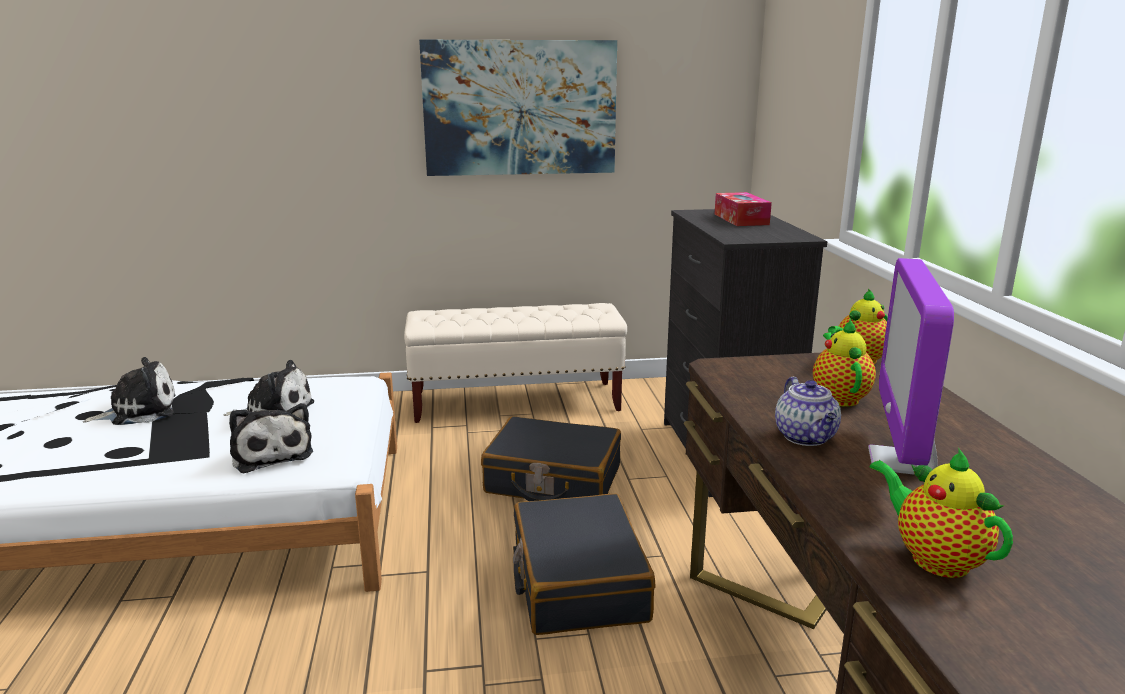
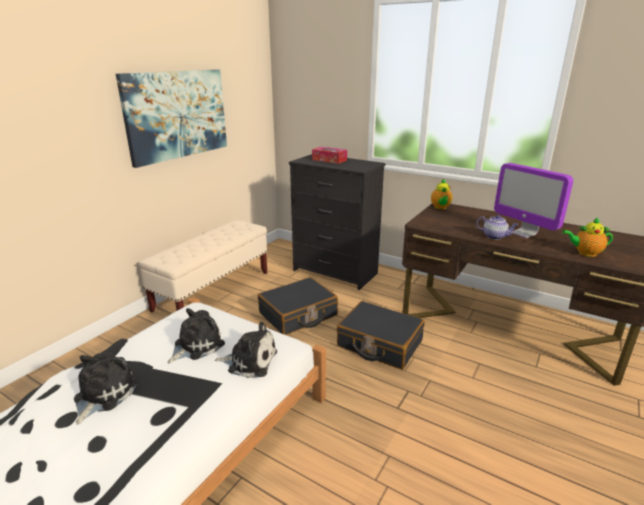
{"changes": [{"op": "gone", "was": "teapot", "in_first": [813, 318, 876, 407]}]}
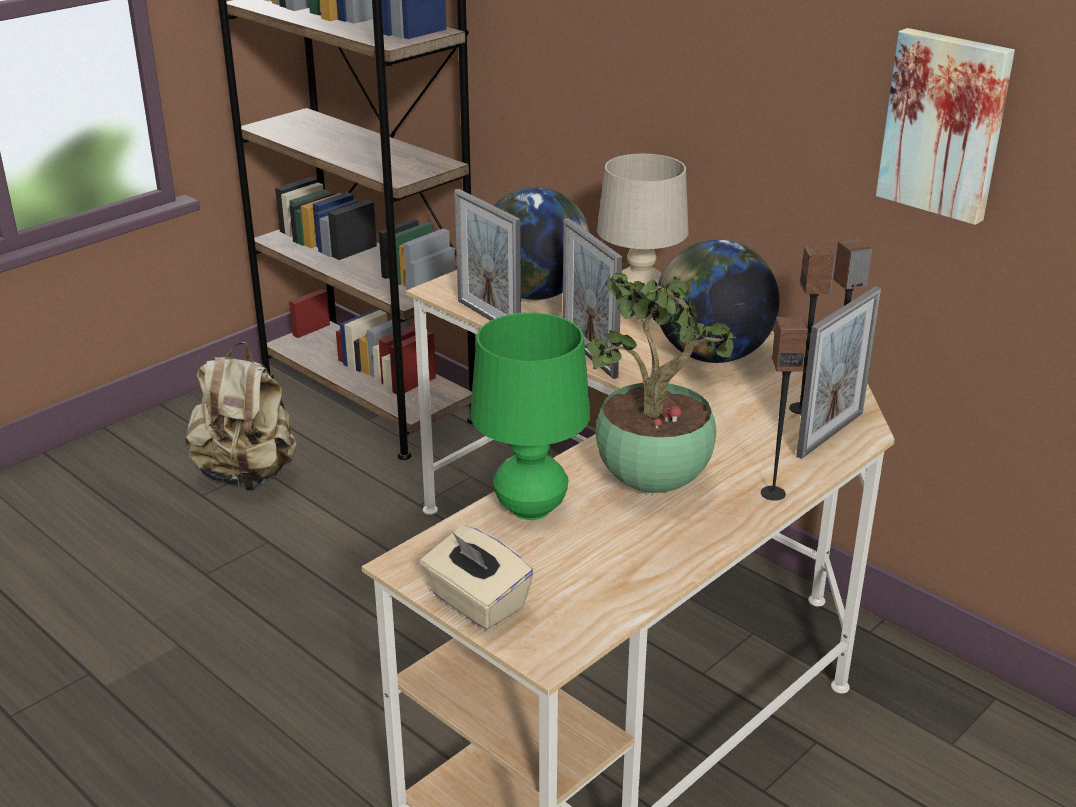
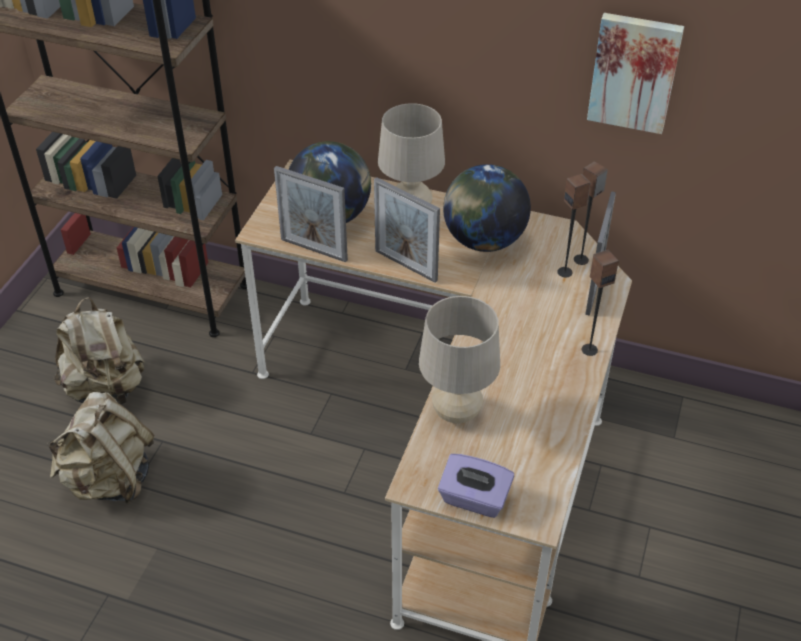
{"changes": [{"op": "gone", "was": "plant in a pot", "in_first": [585, 273, 736, 493]}, {"op": "new", "now": "rucksack (sand-coloured)", "in_second": [46, 392, 154, 505]}, {"op": "repainted", "was": "tissue box (sand-coloured)", "now": "tissue box (purple)", "in_first": [420, 525, 534, 630], "in_second": [438, 454, 514, 518]}, {"op": "repainted", "was": "tabletop lamp (green-coloured)", "now": "tabletop lamp (sand-coloured)", "in_first": [470, 313, 590, 520], "in_second": [419, 296, 500, 424]}]}
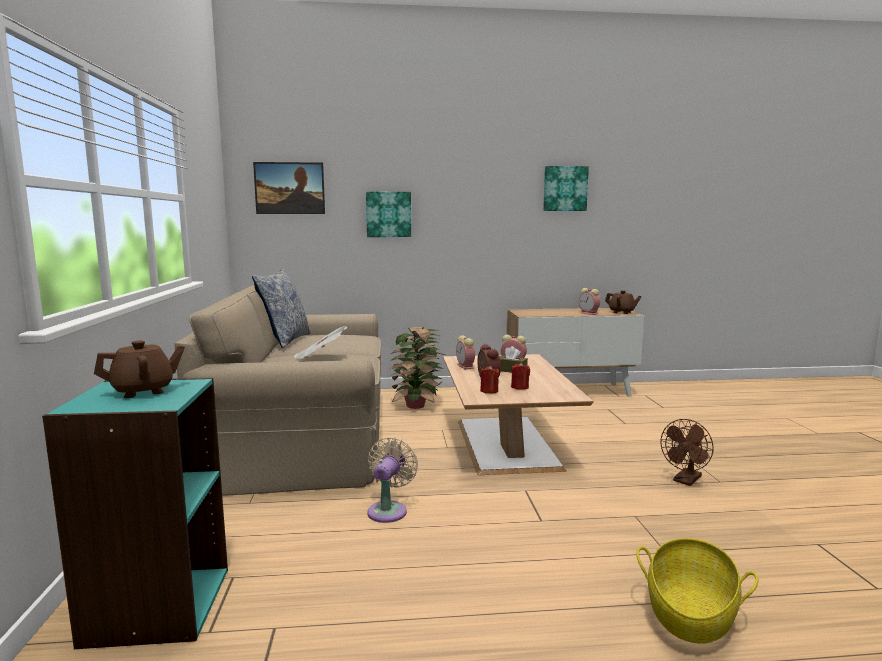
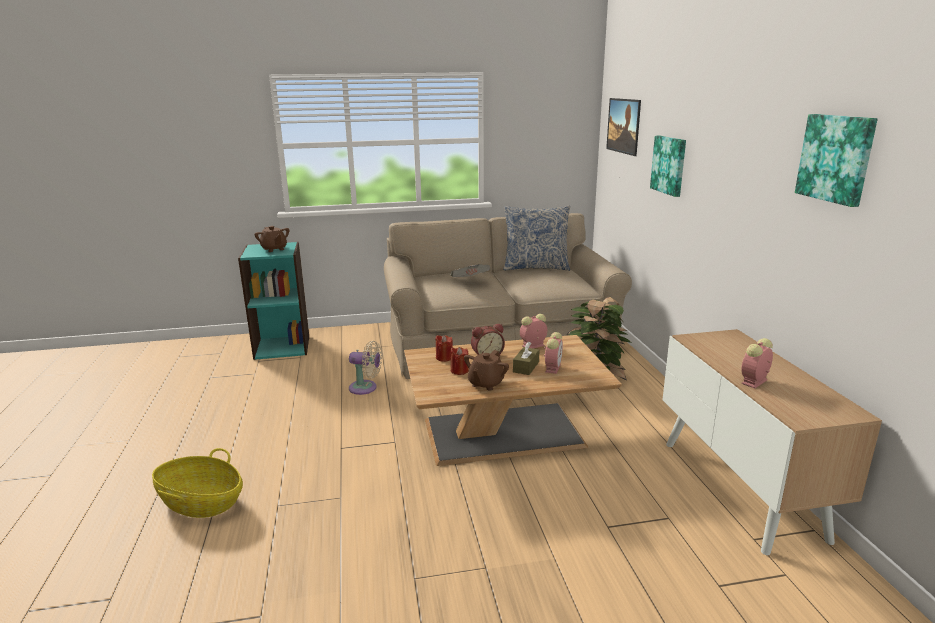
{"changes": [{"op": "gone", "was": "electric fan (brown)", "in_first": [661, 419, 714, 486]}, {"op": "shifted", "was": "teapot (brown)", "in_first": [605, 290, 642, 314], "in_second": [464, 350, 509, 391]}]}
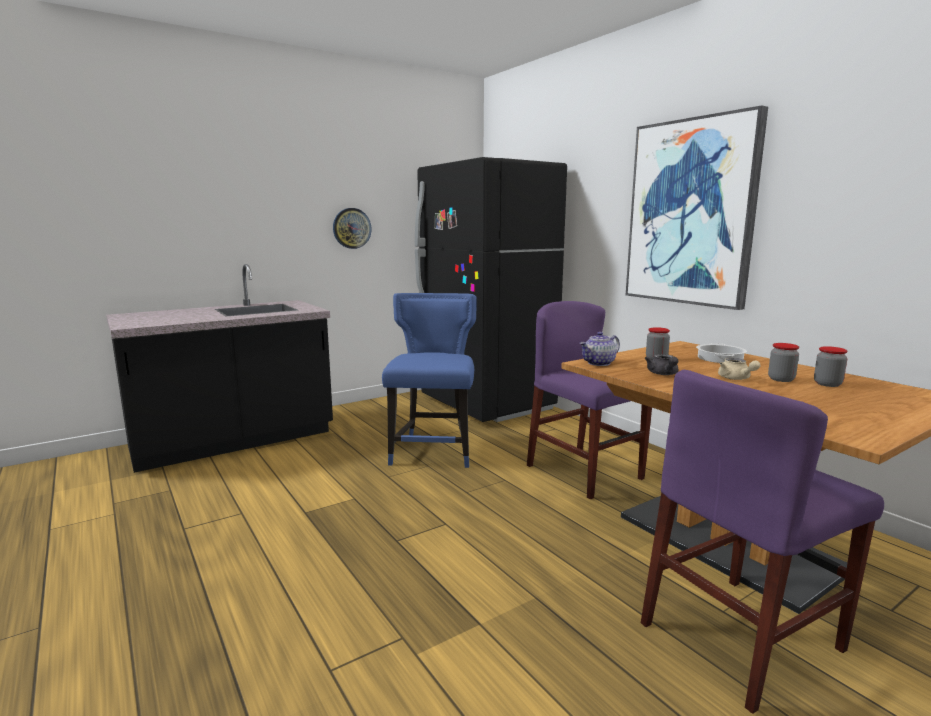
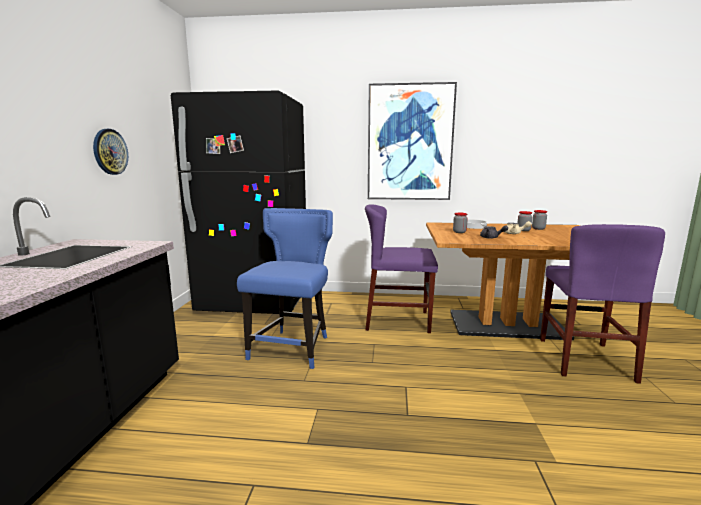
{"changes": [{"op": "gone", "was": "teapot", "in_first": [579, 332, 620, 366]}, {"op": "rotated", "was": "plain chair (blue-coloured)", "in_first": [382, 293, 477, 468], "in_second": [237, 208, 333, 369], "clockwise": 60}]}
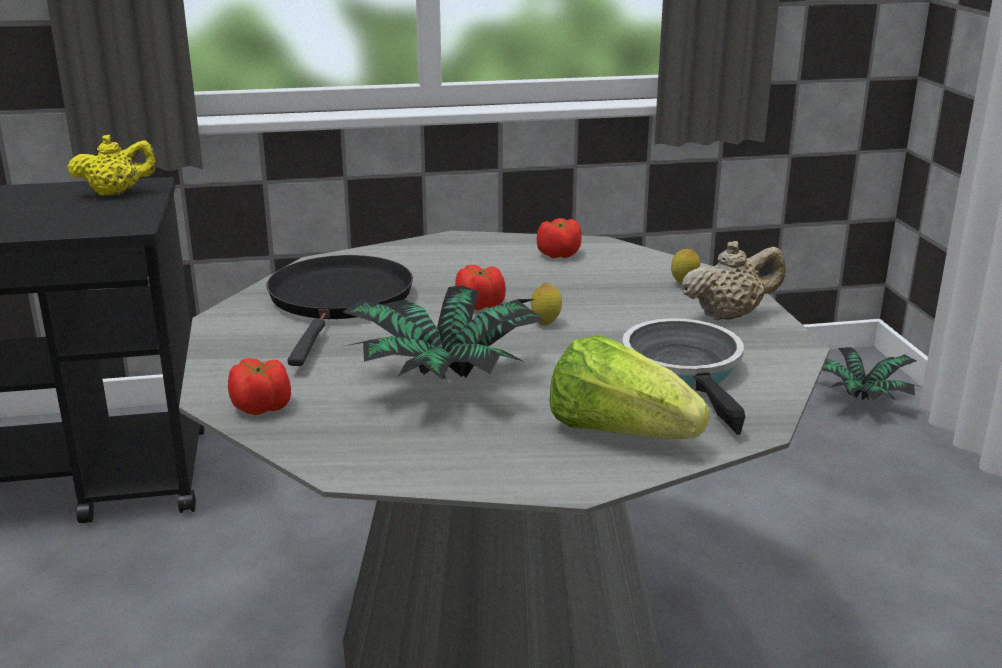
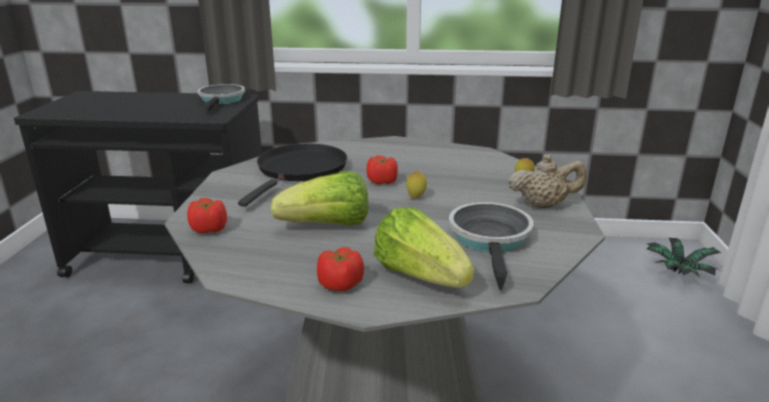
{"changes": [{"op": "shifted", "was": "whole tomato", "in_first": [537, 218, 581, 258], "in_second": [317, 247, 364, 291]}, {"op": "swapped", "was": "teapot (yellowish)", "now": "frying pan", "in_first": [68, 135, 157, 196], "in_second": [198, 84, 245, 113]}, {"op": "swapped", "was": "plant in a pot", "now": "head of lettuce", "in_first": [341, 286, 546, 380], "in_second": [271, 171, 369, 226]}]}
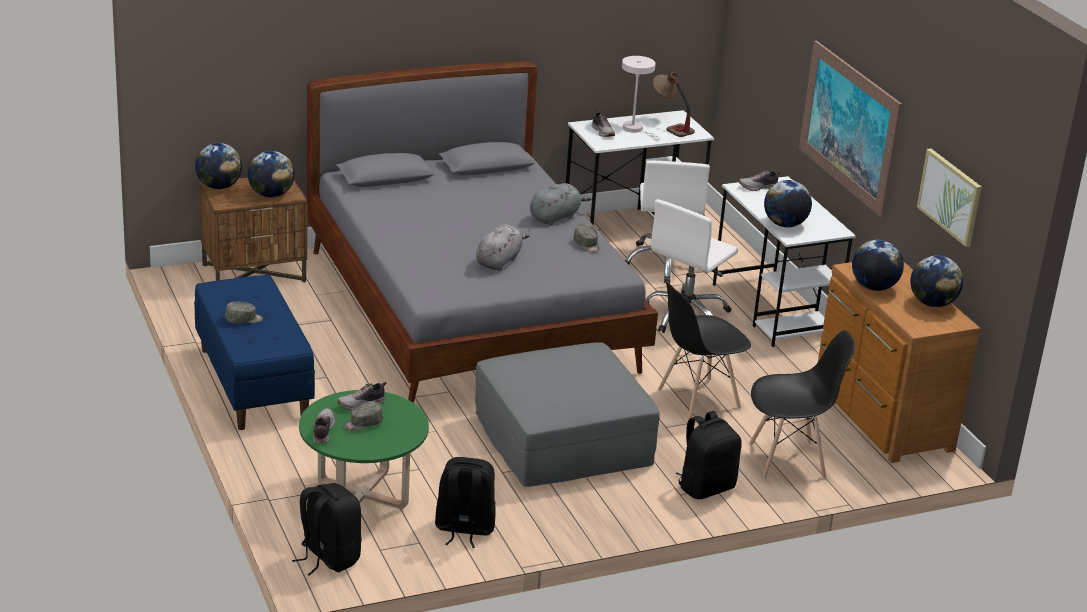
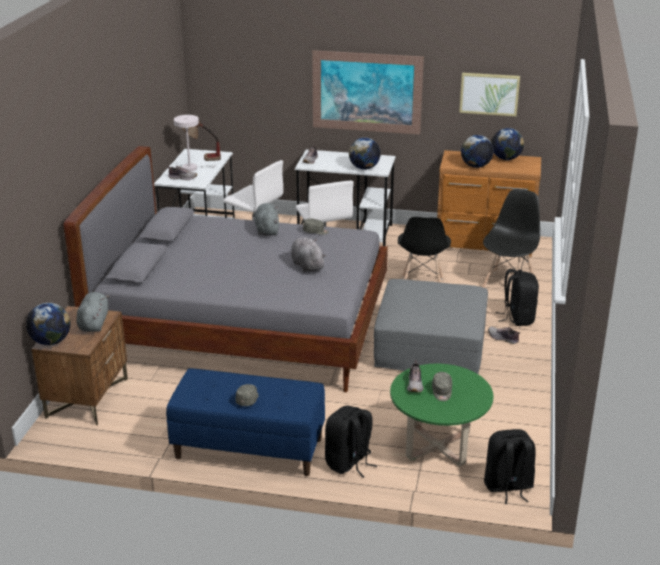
{"changes": [{"op": "shifted", "was": "item of footwear", "in_first": [313, 408, 335, 443], "in_second": [488, 327, 521, 344]}, {"op": "shifted", "was": "rucksack (black)", "in_first": [435, 457, 496, 548], "in_second": [325, 406, 377, 478]}, {"op": "swapped", "was": "globe", "now": "cuddly toy (grey)", "in_first": [248, 151, 295, 197], "in_second": [77, 292, 109, 332]}]}
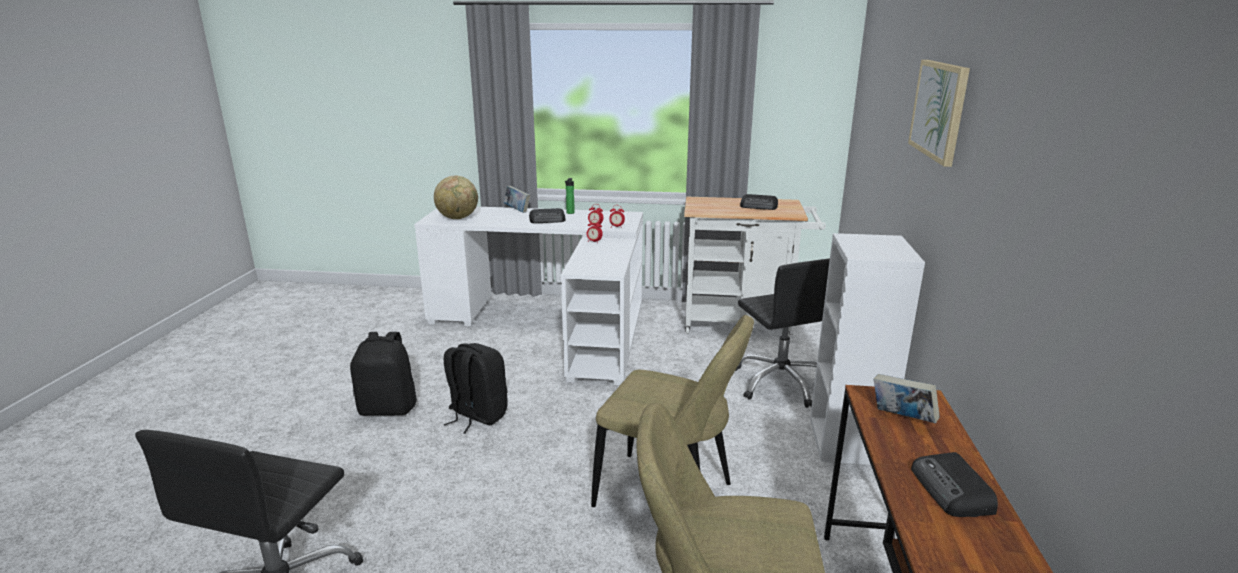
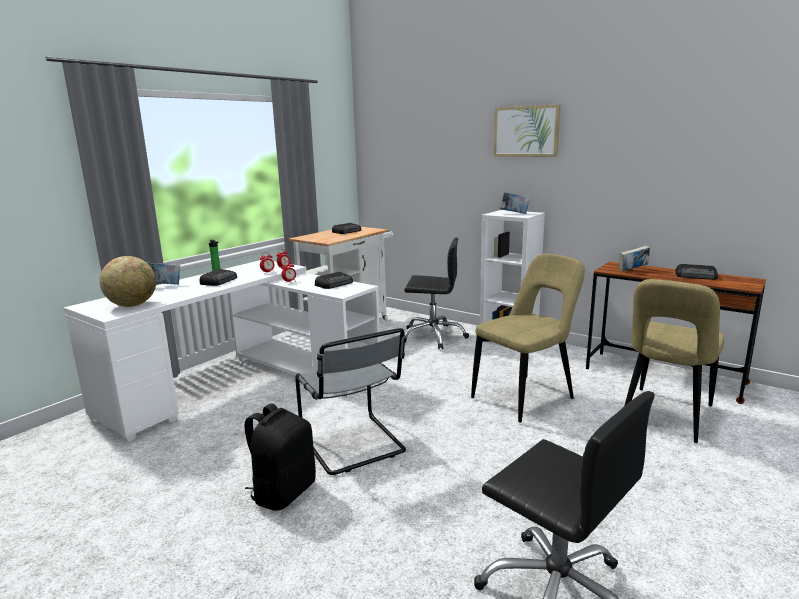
{"changes": [{"op": "new", "now": "radio set", "in_second": [315, 272, 353, 289]}, {"op": "new", "now": "bound book", "in_second": [500, 192, 530, 214]}, {"op": "swapped", "was": "rucksack (black)", "now": "plain chair (grey)", "in_first": [444, 343, 508, 434], "in_second": [295, 328, 406, 475]}]}
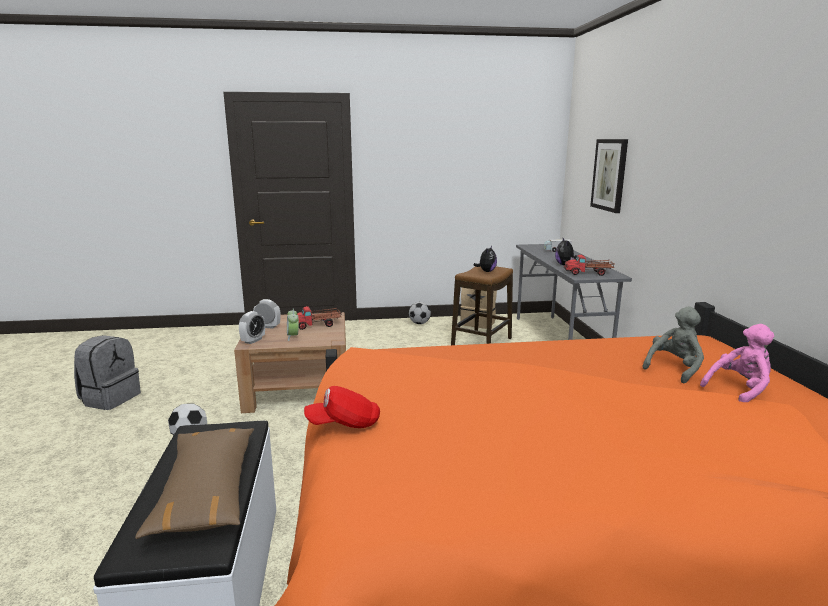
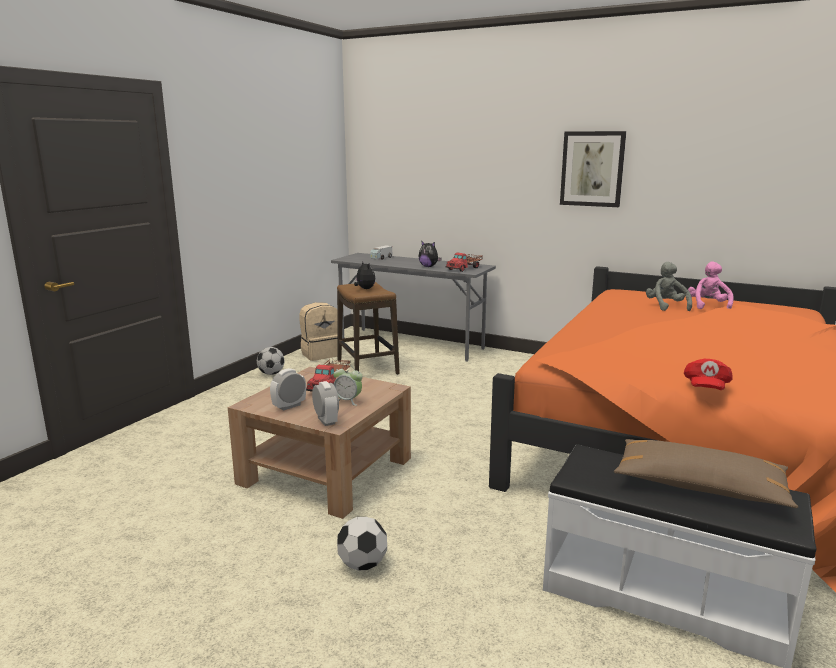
{"changes": [{"op": "gone", "was": "rucksack (grey)", "in_first": [74, 335, 141, 410]}, {"op": "shifted", "was": "wall art", "in_first": [590, 139, 628, 213], "in_second": [560, 131, 626, 207]}]}
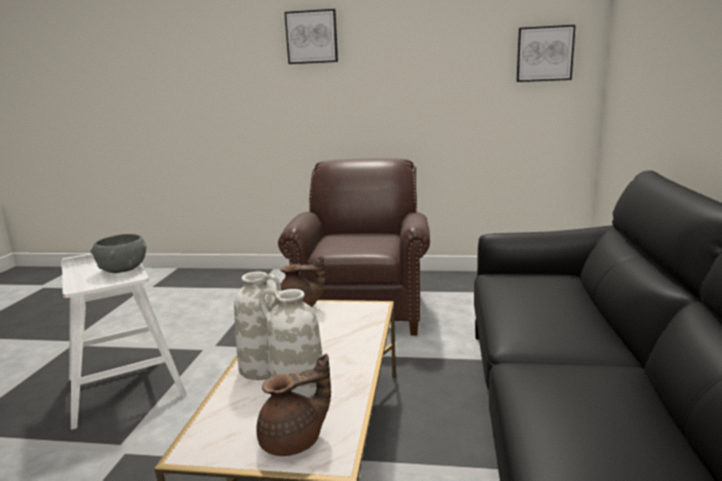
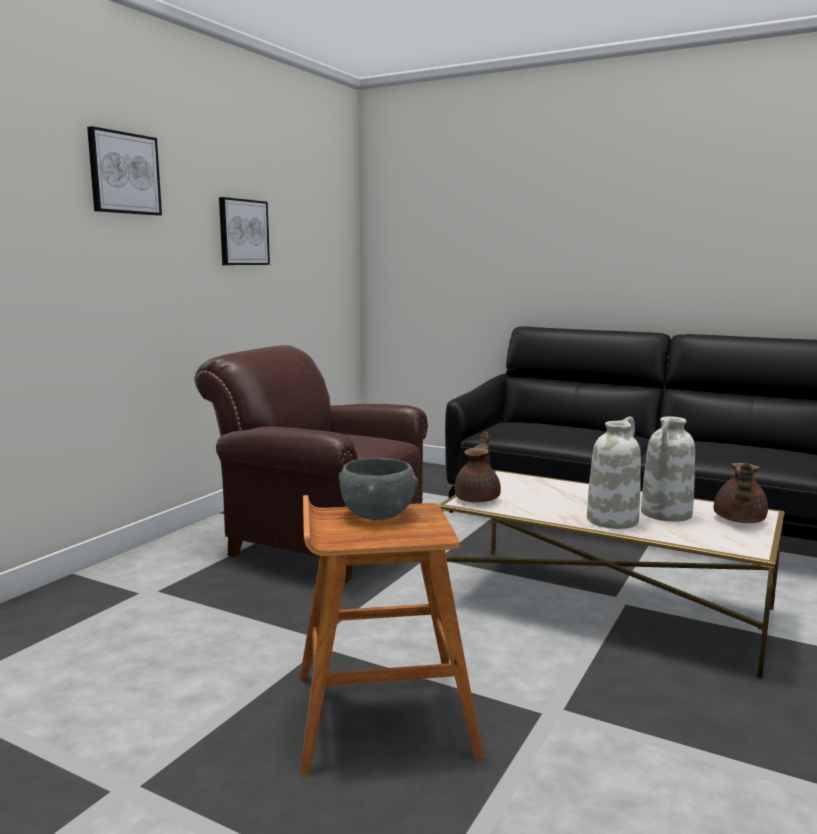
{"changes": [{"op": "shifted", "was": "wall art", "in_first": [516, 25, 576, 82], "in_second": [219, 197, 270, 265]}, {"op": "repainted", "was": "sitting stool (white-coloured)", "now": "sitting stool (brown)", "in_first": [61, 254, 187, 430], "in_second": [300, 495, 483, 776]}, {"op": "rotated", "was": "teapot (brown)", "in_first": [257, 354, 331, 456], "in_second": [714, 463, 768, 523], "clockwise": -150}]}
